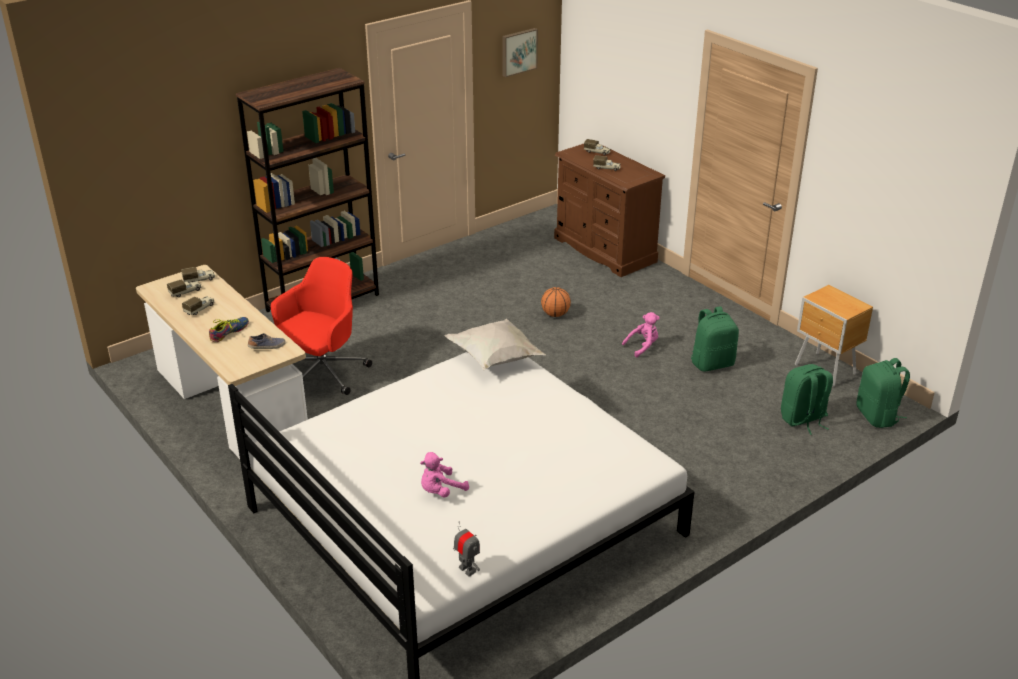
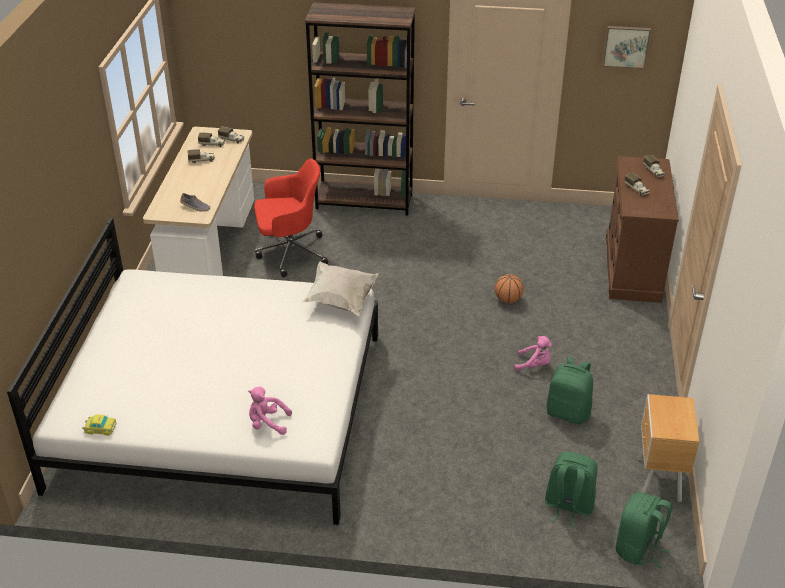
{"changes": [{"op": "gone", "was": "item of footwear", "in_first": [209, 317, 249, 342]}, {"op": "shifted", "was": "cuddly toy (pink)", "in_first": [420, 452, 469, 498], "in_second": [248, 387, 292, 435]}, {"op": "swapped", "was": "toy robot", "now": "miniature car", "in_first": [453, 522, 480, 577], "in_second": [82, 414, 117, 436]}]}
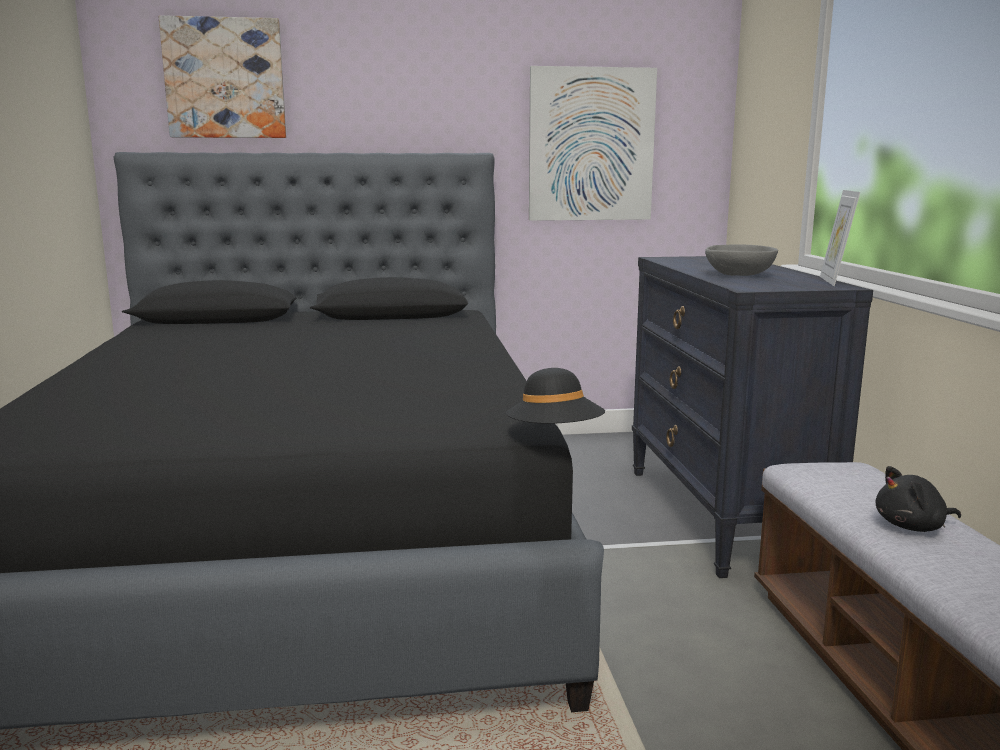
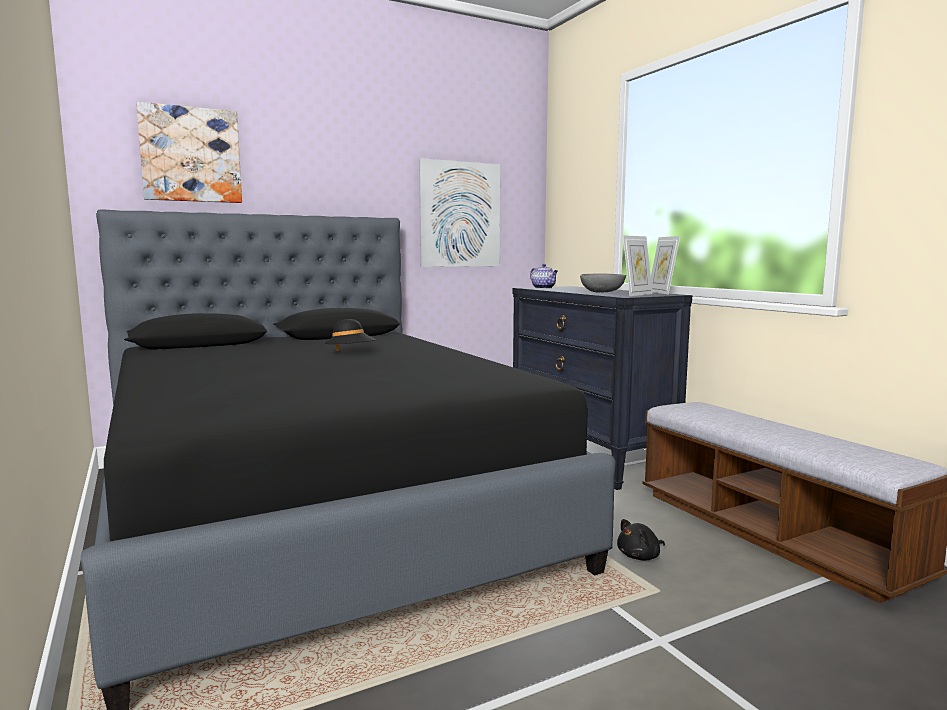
{"changes": [{"op": "new", "now": "teapot", "in_second": [530, 264, 558, 289]}, {"op": "new", "now": "picture frame", "in_second": [623, 235, 653, 296]}, {"op": "shifted", "was": "hat (black)", "in_first": [506, 368, 605, 424], "in_second": [324, 319, 376, 351]}, {"op": "shifted", "was": "cuddly toy (black)", "in_first": [876, 466, 961, 532], "in_second": [617, 519, 665, 561]}]}
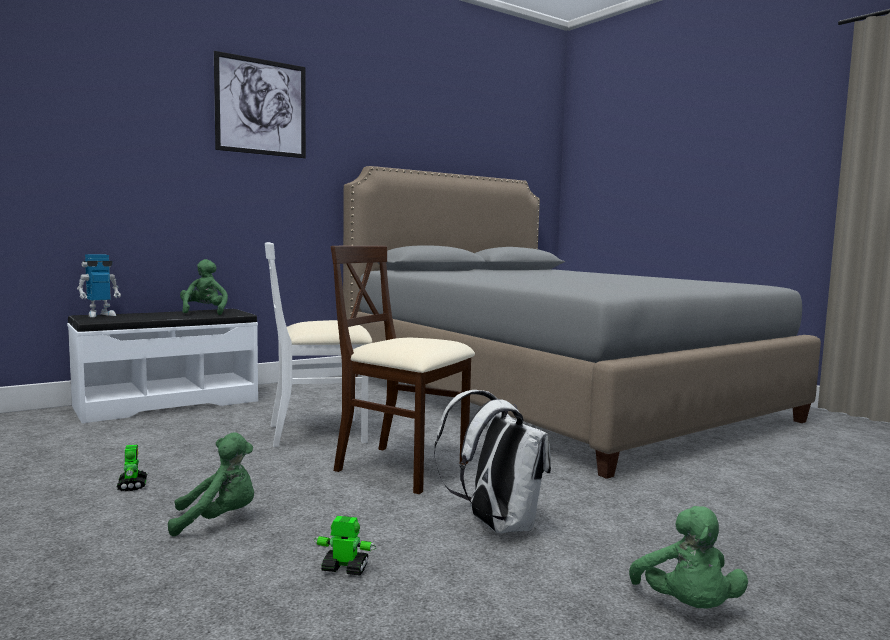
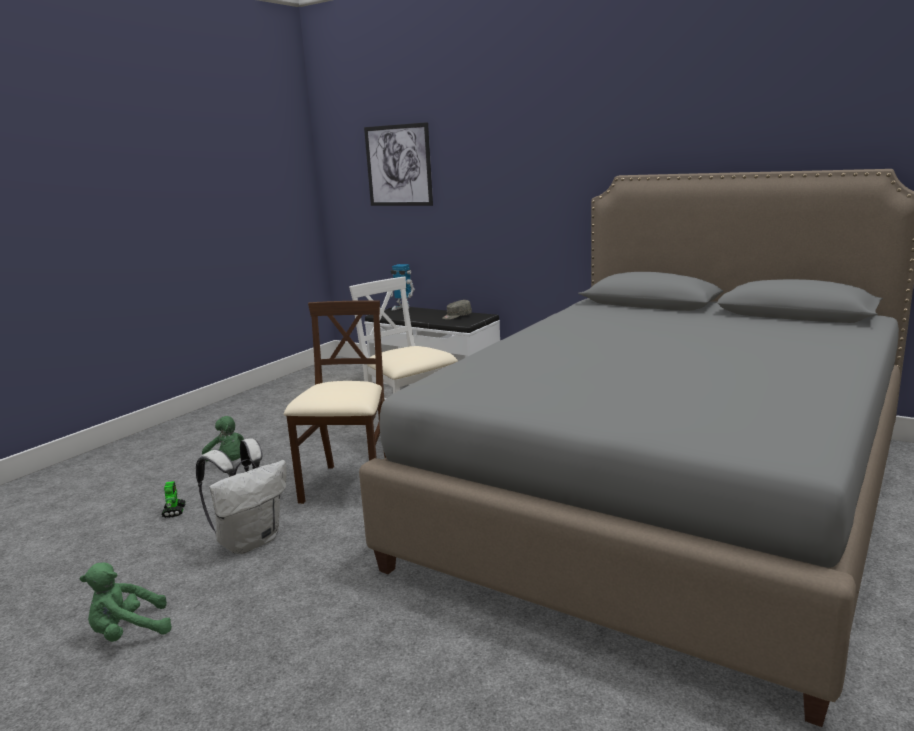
{"changes": [{"op": "gone", "was": "toy robot", "in_first": [117, 445, 147, 491]}, {"op": "shifted", "was": "wall art", "in_first": [214, 51, 306, 158], "in_second": [364, 122, 433, 206]}, {"op": "swapped", "was": "cuddly toy (green-coloured)", "now": "cap (grey)", "in_first": [180, 259, 228, 315], "in_second": [442, 300, 472, 320]}]}
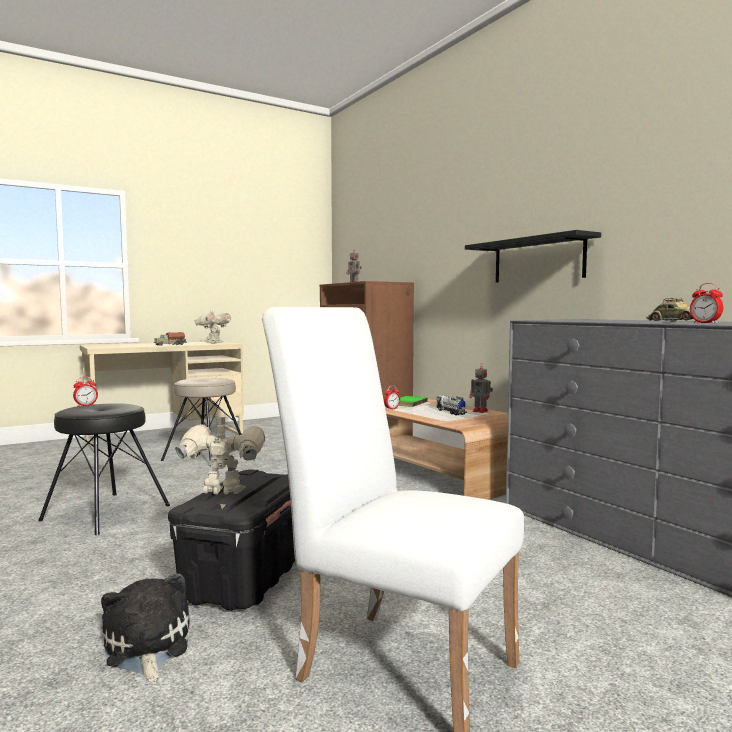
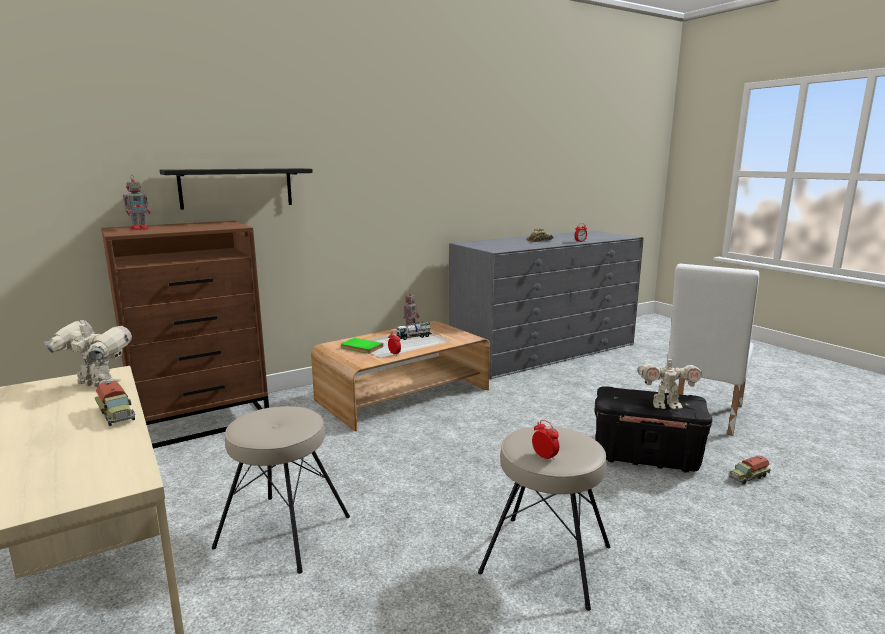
{"changes": [{"op": "shifted", "was": "bracket shelf (black)", "in_first": [465, 230, 601, 283], "in_second": [160, 168, 313, 210]}, {"op": "swapped", "was": "cuddly toy", "now": "toy lorry", "in_first": [101, 573, 190, 682], "in_second": [728, 455, 771, 485]}, {"op": "repainted", "was": "sitting stool (black)", "now": "sitting stool (sand-coloured)", "in_first": [38, 403, 170, 535], "in_second": [478, 426, 610, 611]}, {"op": "rotated", "was": "toy robot", "in_first": [175, 419, 265, 494], "in_second": [637, 354, 702, 409], "clockwise": -90}]}
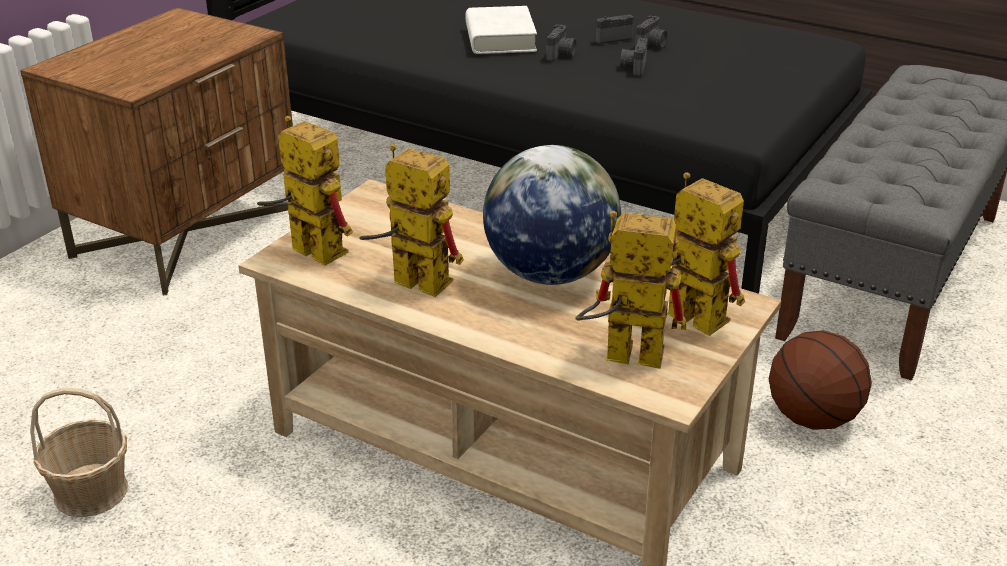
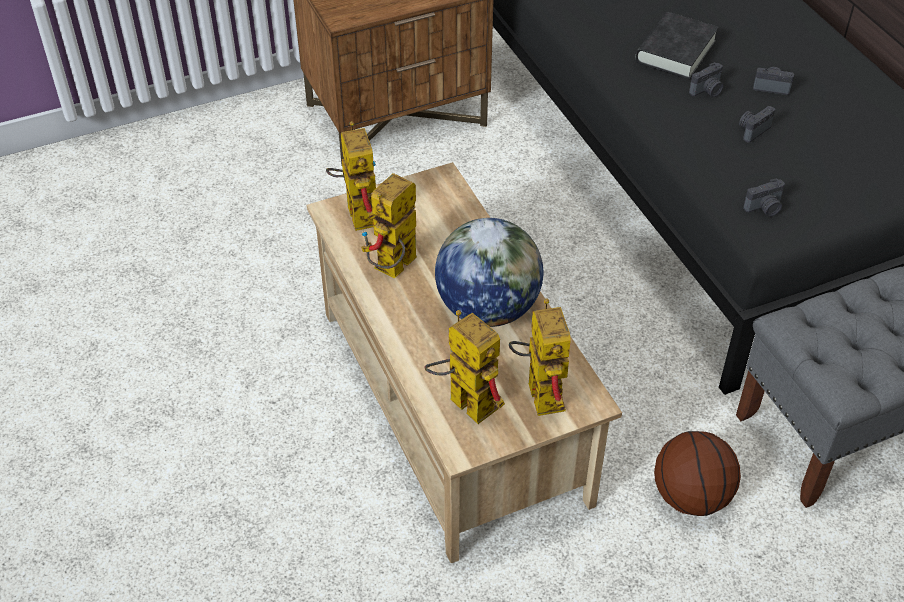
{"changes": [{"op": "gone", "was": "household basket", "in_first": [30, 388, 128, 517]}, {"op": "shifted", "was": "photo camera", "in_first": [635, 15, 668, 48], "in_second": [743, 178, 785, 217]}, {"op": "repainted", "was": "bound book (white-coloured)", "now": "bound book (black)", "in_first": [466, 6, 537, 54], "in_second": [635, 12, 719, 80]}, {"op": "rotated", "was": "toy robot", "in_first": [359, 144, 464, 297], "in_second": [361, 173, 417, 278], "clockwise": -120}]}
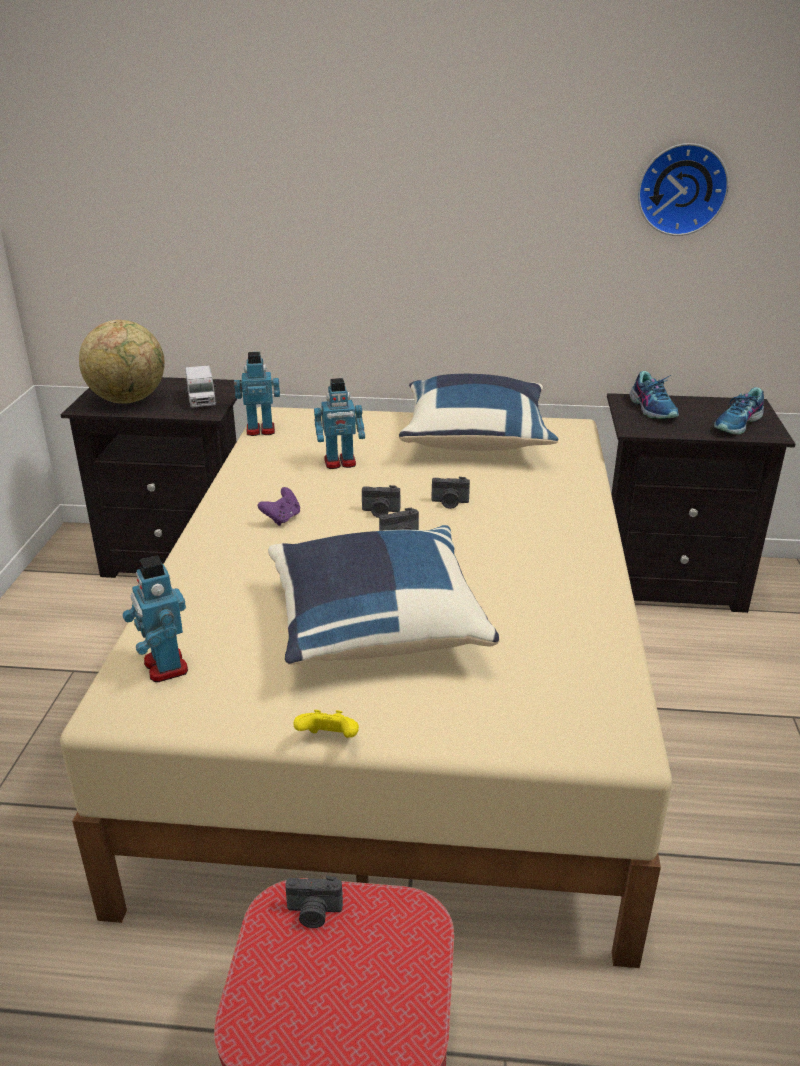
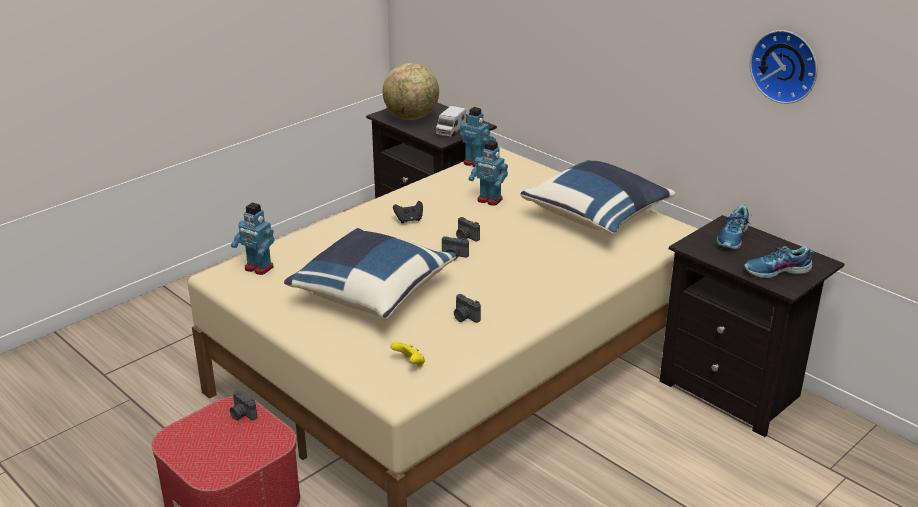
{"changes": [{"op": "shifted", "was": "game controller (yellowish)", "in_first": [293, 710, 359, 738], "in_second": [391, 342, 425, 367]}, {"op": "shifted", "was": "photo camera", "in_first": [431, 477, 470, 509], "in_second": [454, 294, 481, 323]}, {"op": "repainted", "was": "game controller (purple)", "now": "game controller (black)", "in_first": [258, 487, 300, 526], "in_second": [393, 201, 423, 224]}, {"op": "rotated", "was": "toy robot", "in_first": [123, 555, 188, 682], "in_second": [231, 203, 274, 275], "clockwise": -75}]}
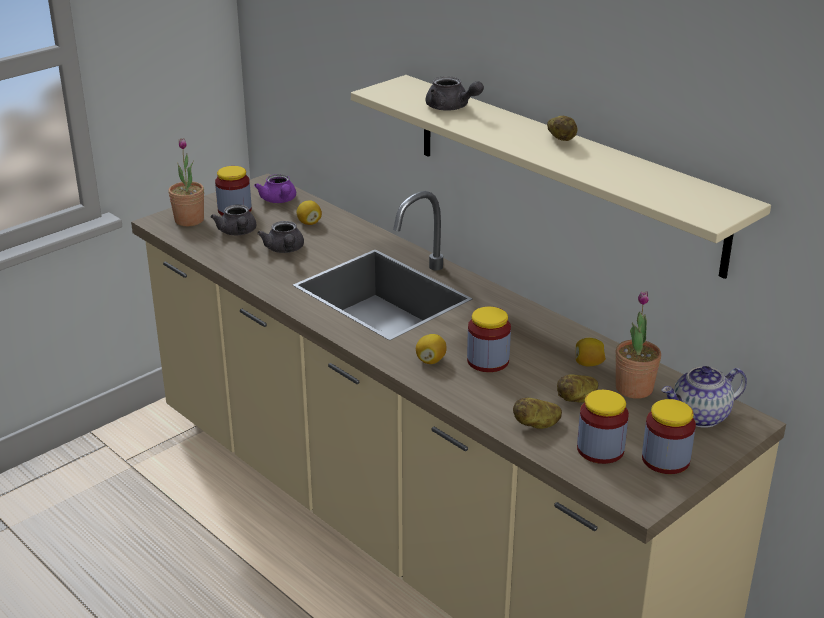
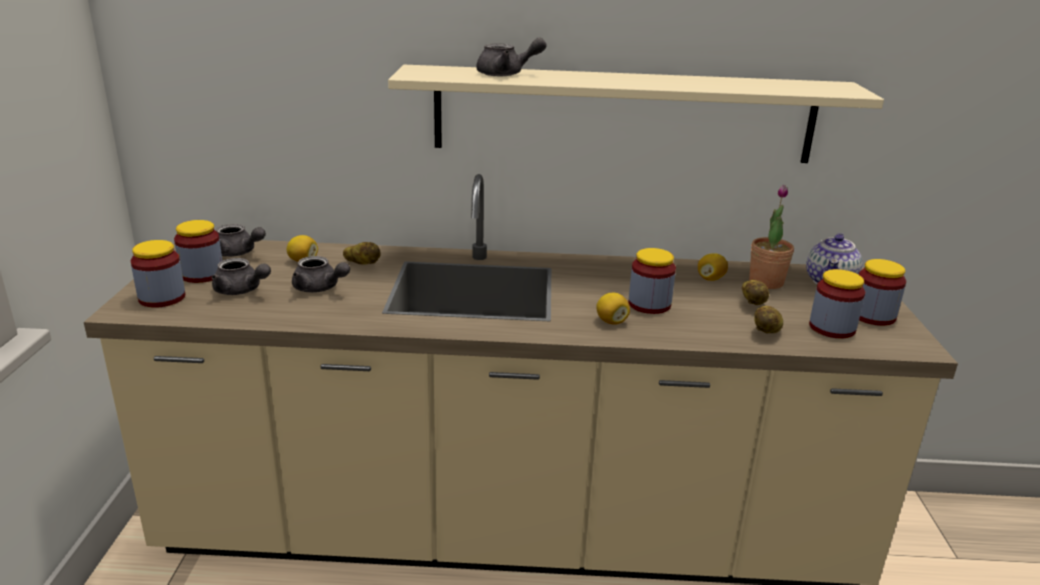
{"changes": [{"op": "shifted", "was": "spud", "in_first": [547, 116, 577, 141], "in_second": [343, 242, 381, 265]}, {"op": "swapped", "was": "plant in a pot", "now": "preserve jar", "in_first": [168, 138, 204, 226], "in_second": [131, 240, 185, 308]}, {"op": "repainted", "was": "teapot (purple)", "now": "teapot (grey)", "in_first": [254, 174, 296, 203], "in_second": [216, 224, 266, 257]}]}
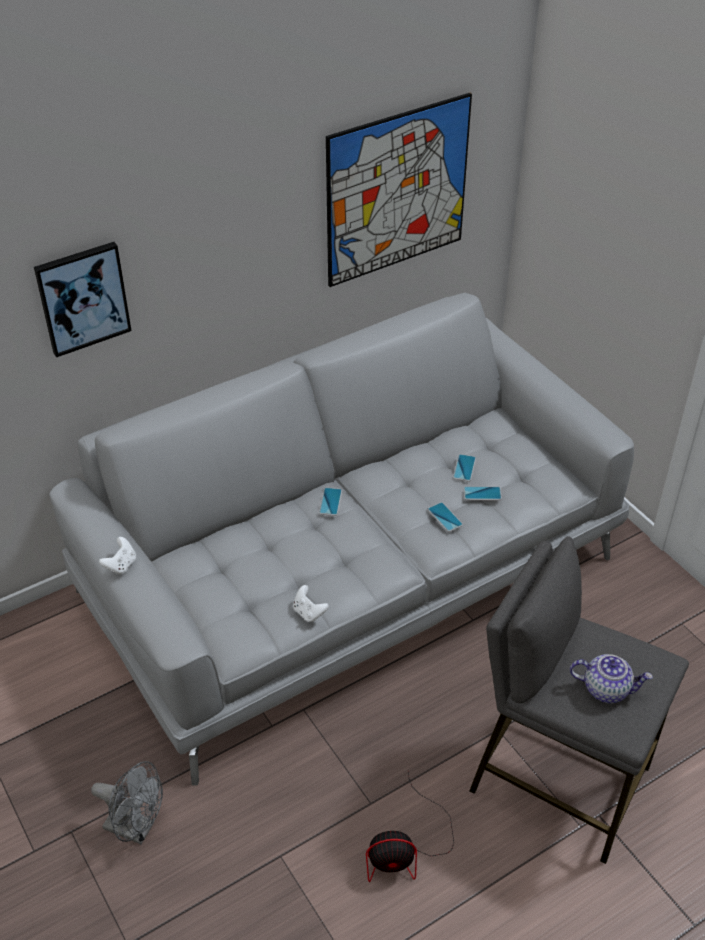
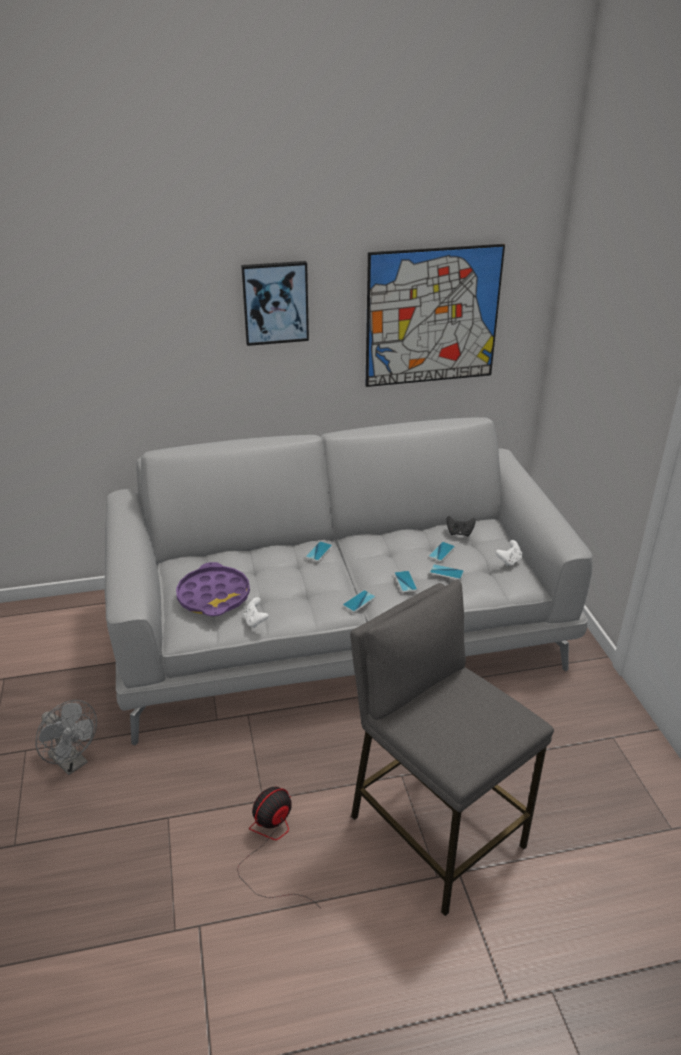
{"changes": [{"op": "gone", "was": "teapot", "in_first": [570, 654, 653, 703]}, {"op": "new", "now": "serving tray (purple)", "in_second": [176, 562, 250, 616]}, {"op": "new", "now": "handset", "in_second": [342, 590, 376, 613]}, {"op": "new", "now": "game controller (black)", "in_second": [446, 516, 475, 537]}, {"op": "shifted", "was": "wall art", "in_first": [34, 242, 132, 357], "in_second": [241, 261, 309, 346]}, {"op": "shifted", "was": "game controller (white-coloured)", "in_first": [99, 537, 136, 575], "in_second": [496, 540, 522, 567]}, {"op": "rotated", "was": "electric fan", "in_first": [366, 771, 454, 882], "in_second": [237, 787, 320, 908], "clockwise": 120}]}
